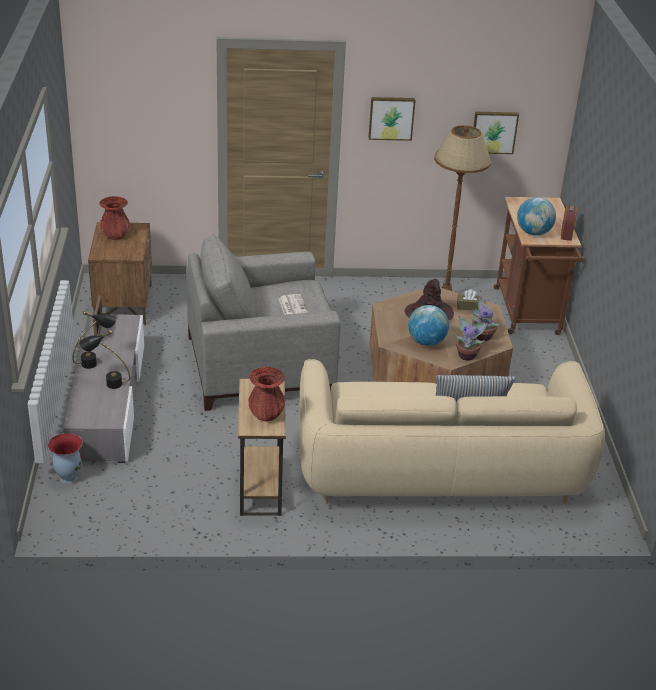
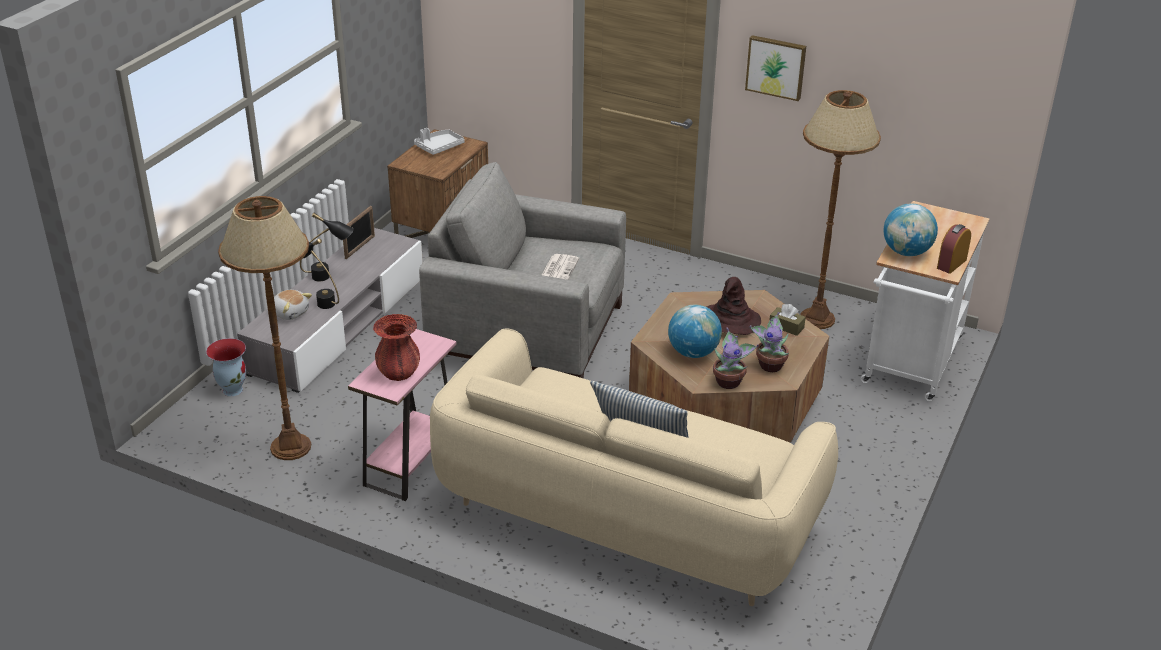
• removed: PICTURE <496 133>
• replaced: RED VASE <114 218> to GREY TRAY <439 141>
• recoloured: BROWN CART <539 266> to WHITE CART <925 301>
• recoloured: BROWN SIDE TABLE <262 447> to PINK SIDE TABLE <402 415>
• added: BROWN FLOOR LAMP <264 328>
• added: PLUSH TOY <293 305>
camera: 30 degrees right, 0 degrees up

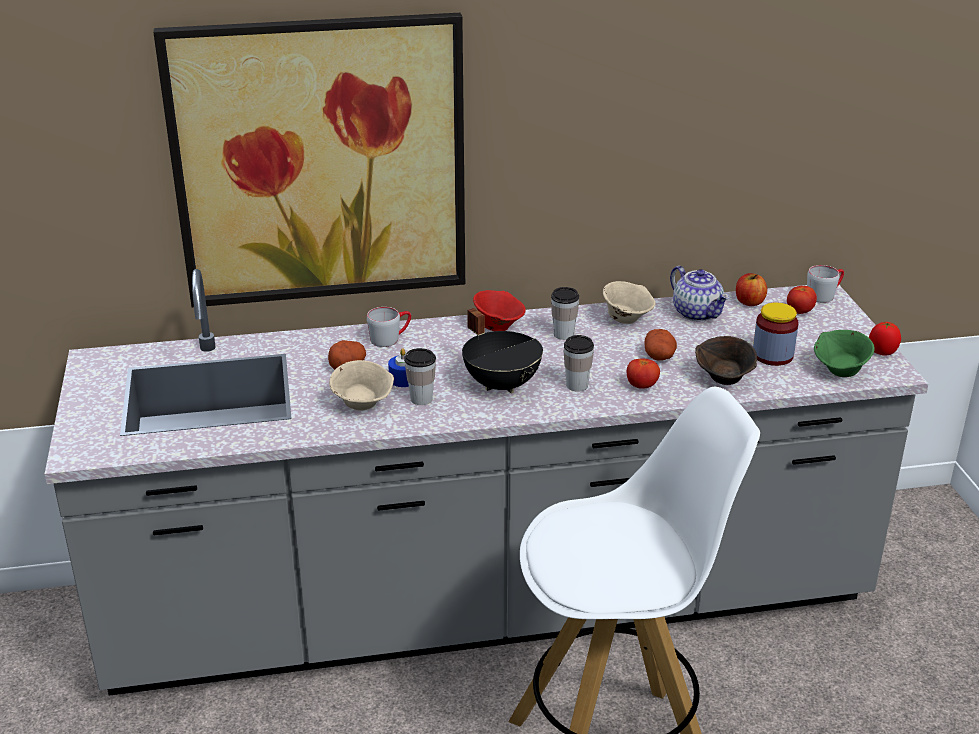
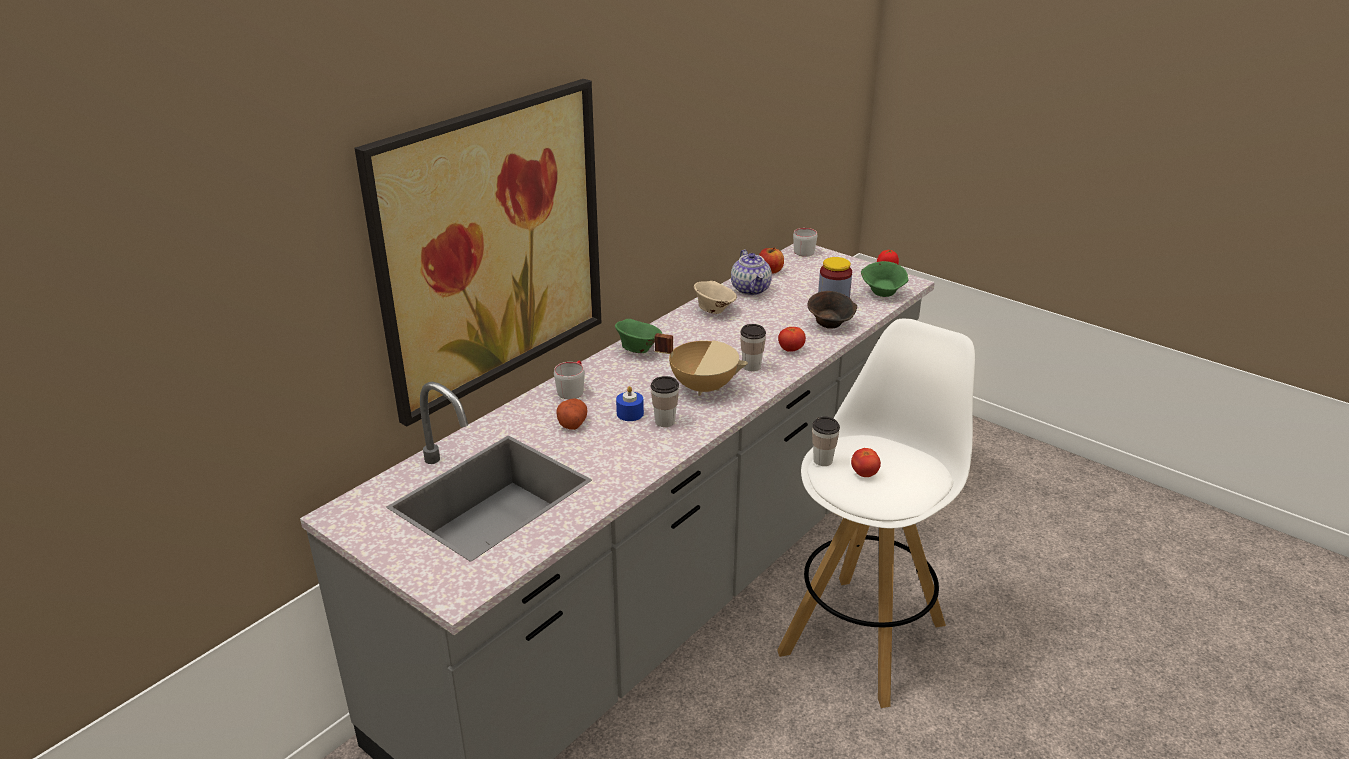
• turned: TEAPOT <700 293> = <751 272> 60 degrees clockwise
• moved: TOMATO <802 300> to <866 462>
• moved: CUP <565 313> to <826 441>
• recoloured: RED BOWL <499 310> to GREEN BOWL <638 336>
• recoloured: BLACK COOKING POT <502 351> to BEIGE COOKING POT <701 364>
• removed: POTATO <661 345>
• removed: BEIGE BOWL <361 385>
camera: 40 degrees left, 0 degrees up

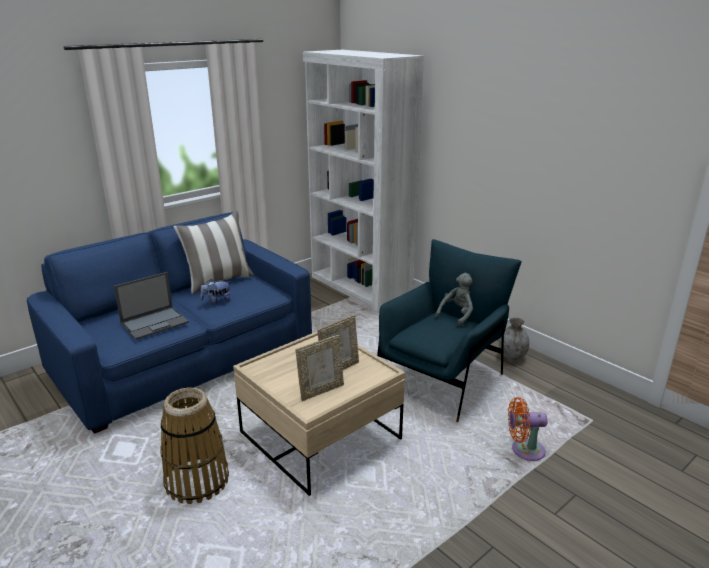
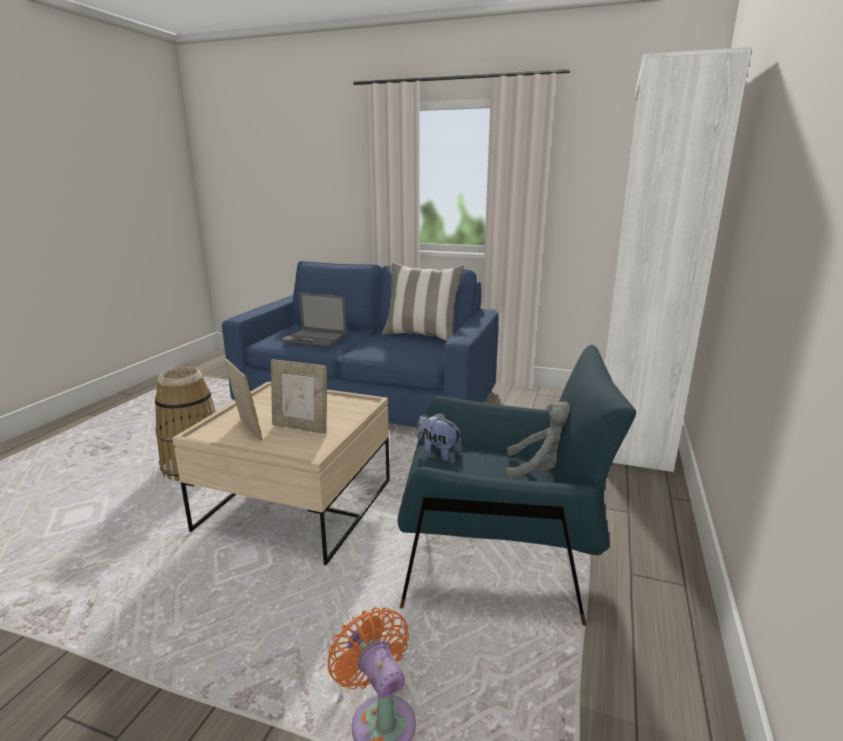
• moved: PLUSH TOY <215 291> to <439 437>
• removed: GREY VASE <514 338>
• turned: PICTURE FRAME <319 368> = <243 400> 150 degrees counterclockwise
camera: 60 degrees right, 5 degrees down

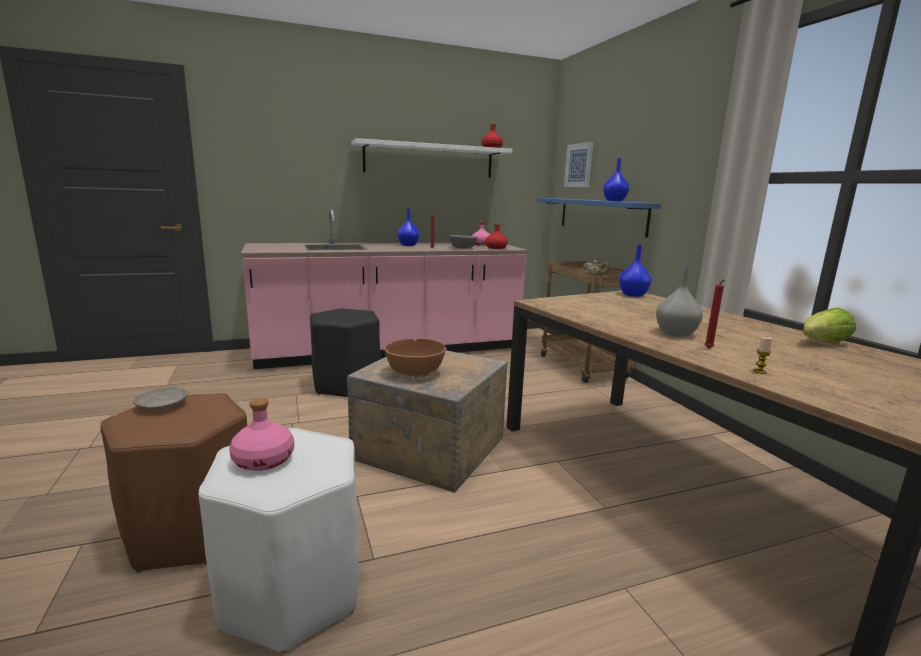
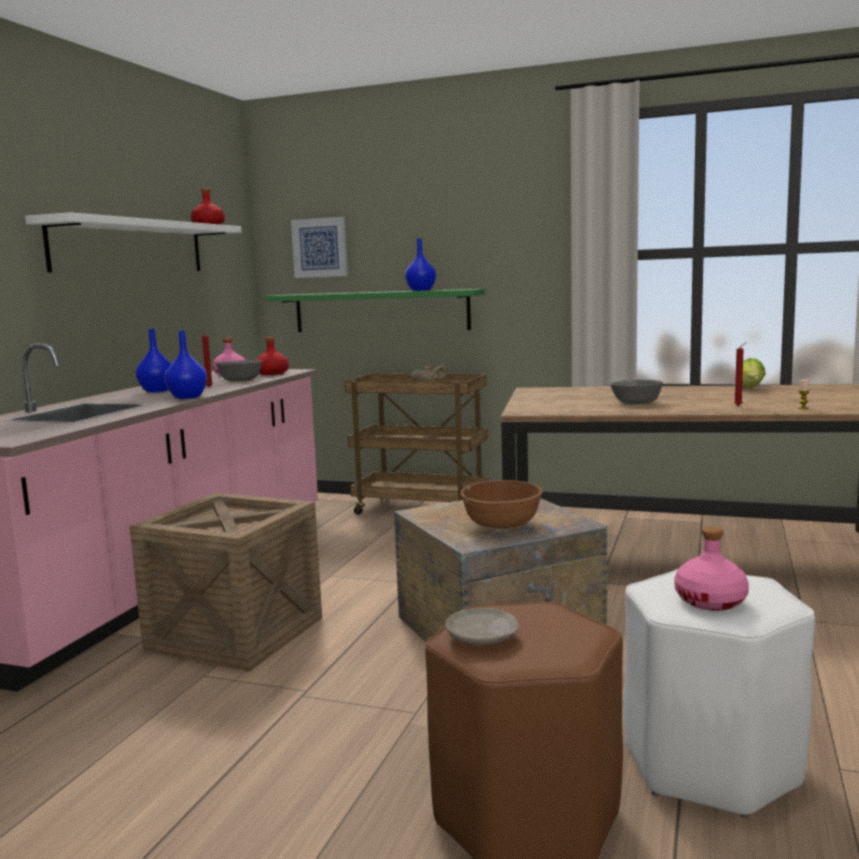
• recoloured: BLUE SHELF <598 218> to GREEN SHELF <375 310>
• moved: BLUE VASE <635 270> to <185 364>
• removed: GREY VASE <679 301>
• replaced: BLACK STOOL <345 353> to CRATE <226 582>
• added: GREY BOWL <636 392>
camera: 50 degrees left, 5 degrees down

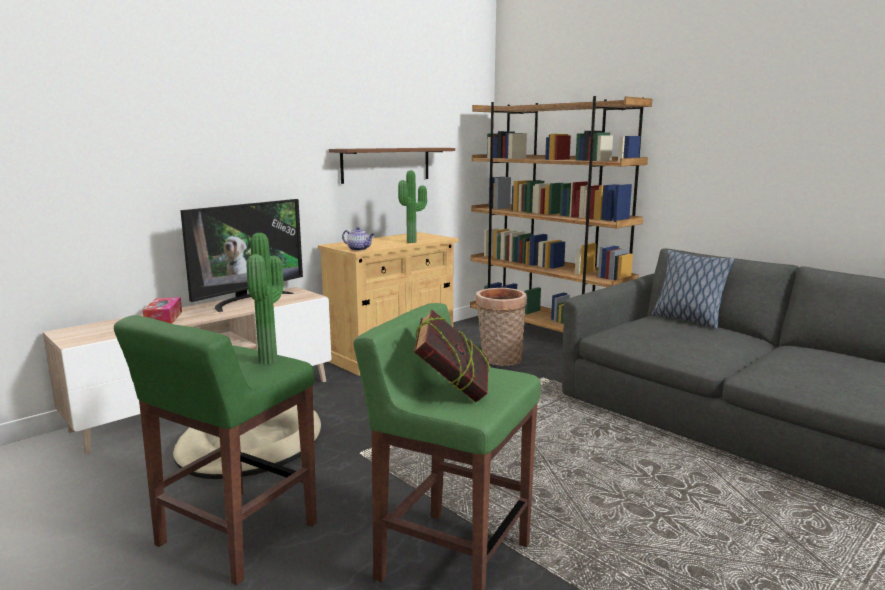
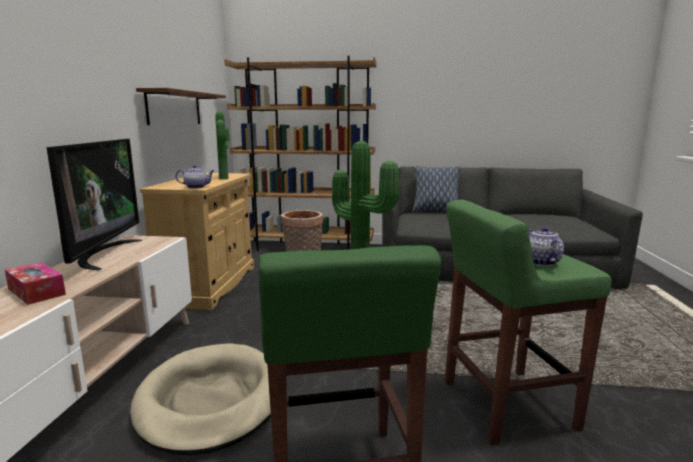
• replaced: BOOK <452 355> to TEAPOT <546 246>
camera: 40 degrees left, 0 degrees up

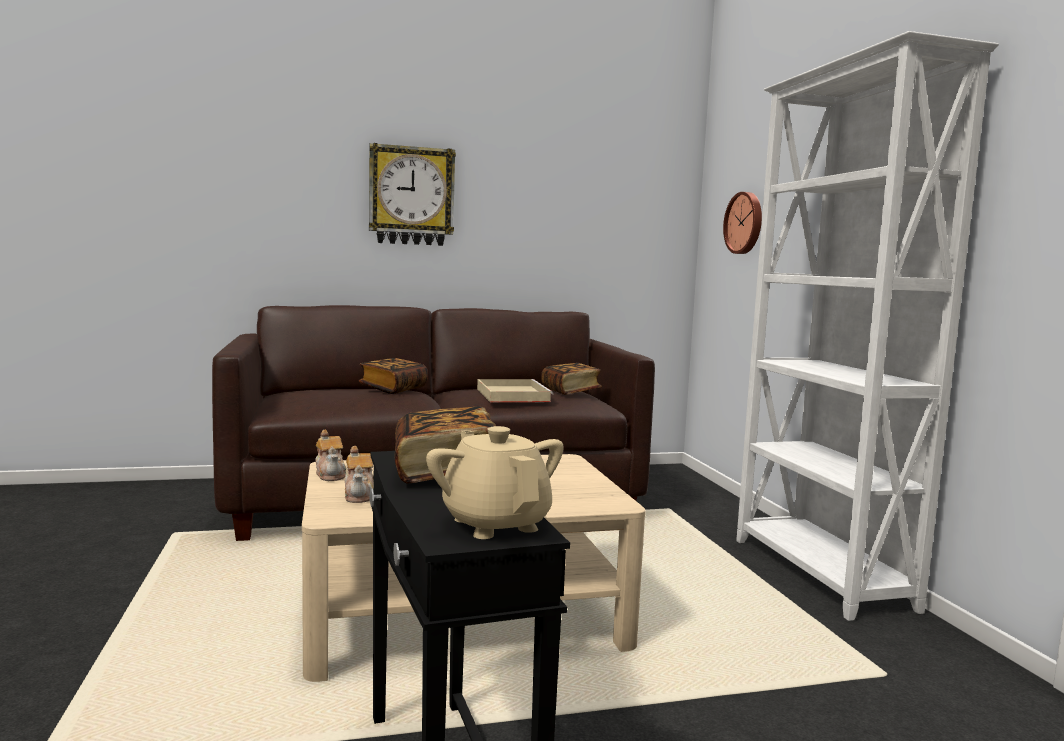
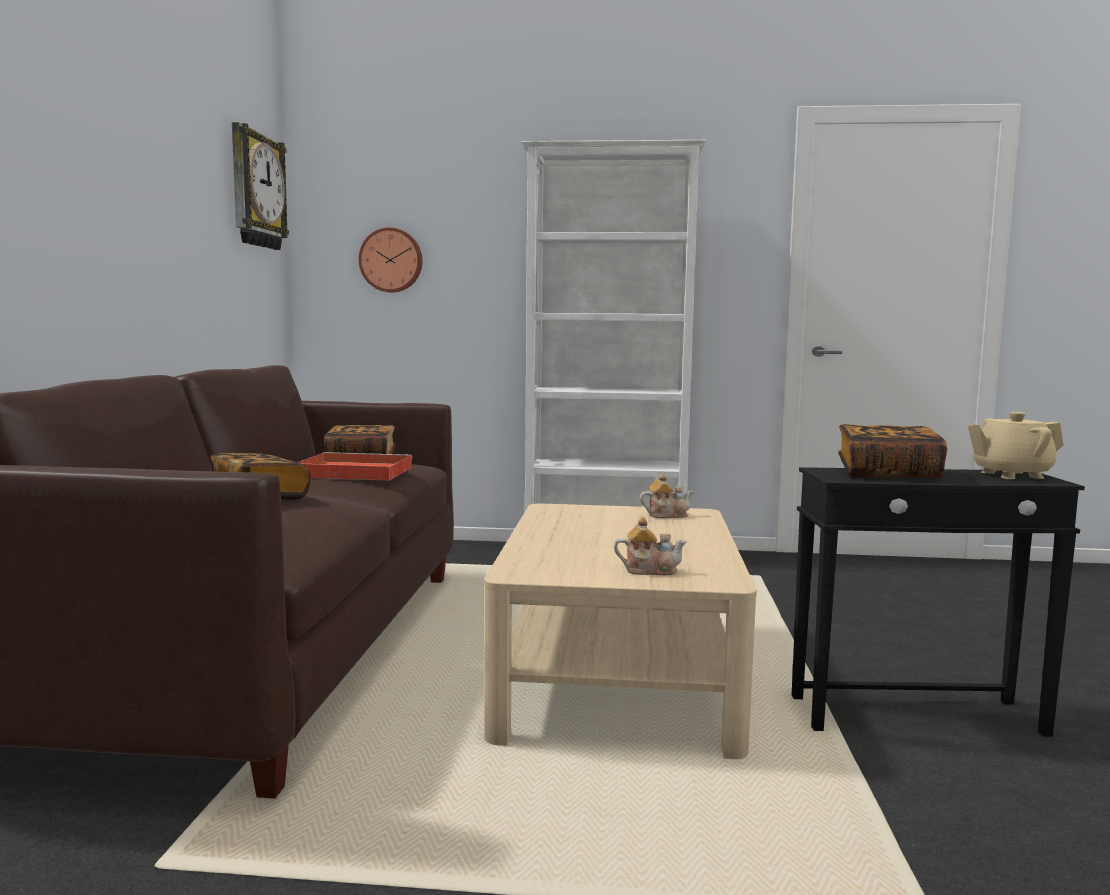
• moved: WALL CLOCK <412 194> to <260 186>
• recoloured: BEIGE TRAY <515 390> to RED TRAY <355 466>
• moved: TEAPOT <330 455> to <667 496>
camera: 70 degrees left, 0 degrees up

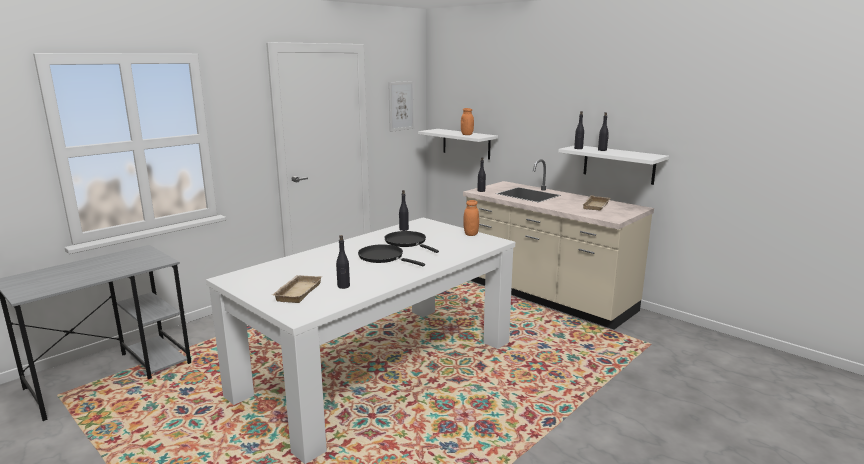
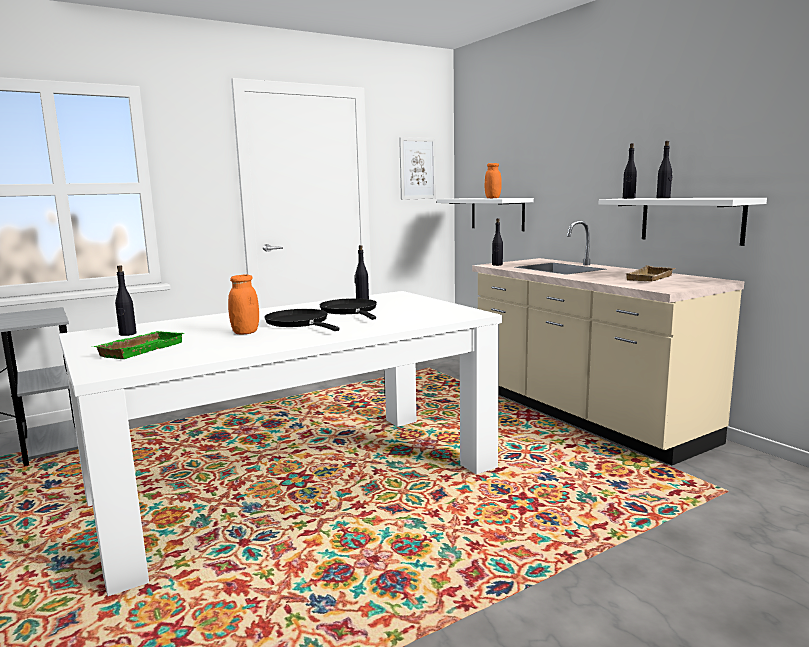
• moved: ORANGE JAR <471 218> to <243 304>
• moved: BLACK BOTTLE <343 262> to <126 300>
• recoloured: BEIGE TRAY <297 289> to GREEN TRAY <138 345>
camera: 15 degrees right, 5 degrees down

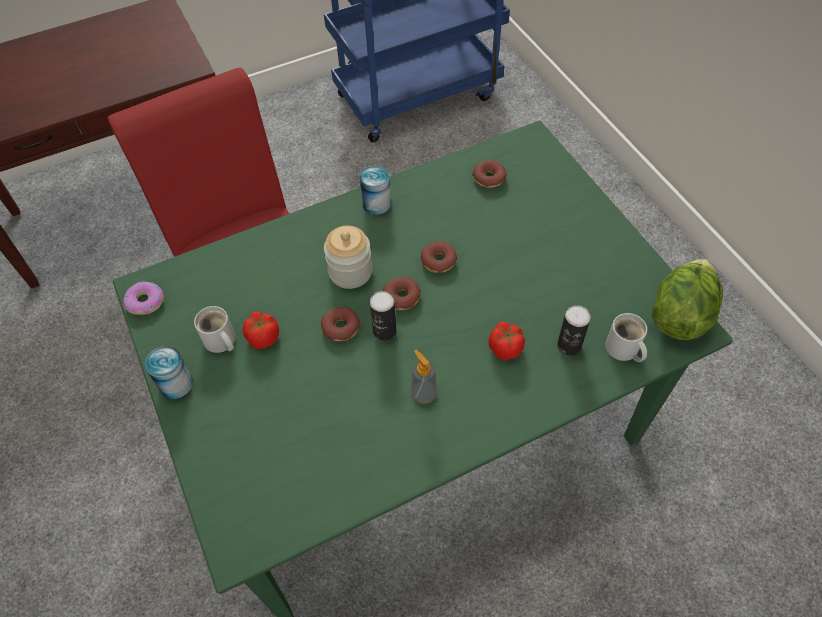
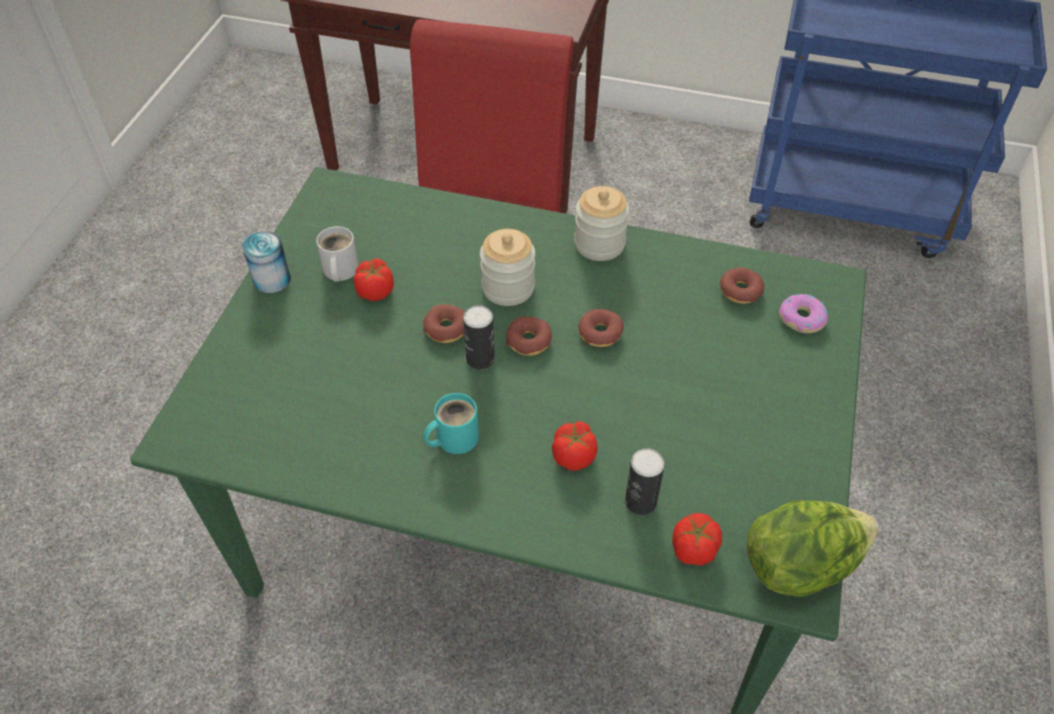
• replaced: CAN <375 190> to JAR <601 223>
• moved: DONUT <143 298> to <803 313>
• replaced: WHITE MUG <626 337> to TOMATO <697 539>
• replaced: SOAP DISPENSER <424 377> to TURQUOISE MUG <451 423>
camera: 40 degrees right, 5 degrees down

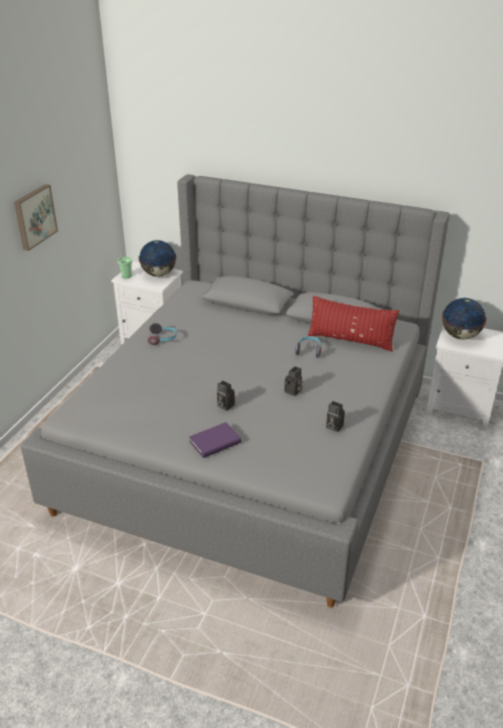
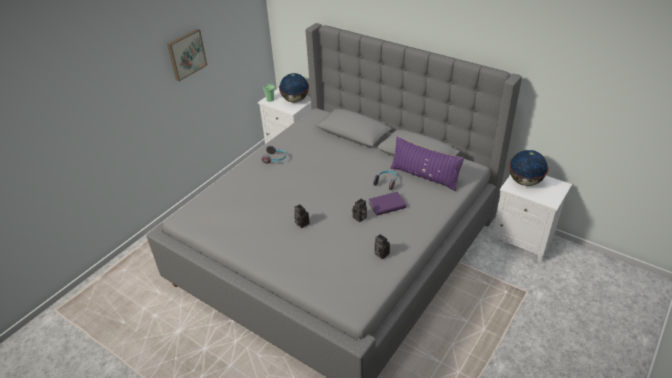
• recoloured: RED PILLOW <353 323> to PURPLE PILLOW <427 163>
• moved: PURPLE BOOK <215 440> to <387 204>
camera: 15 degrees right, 5 degrees up

